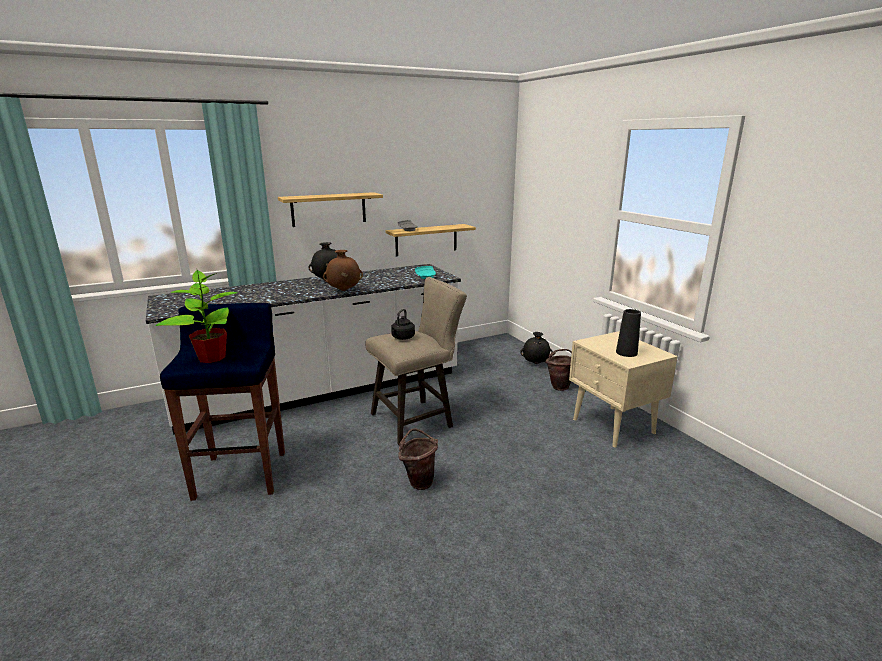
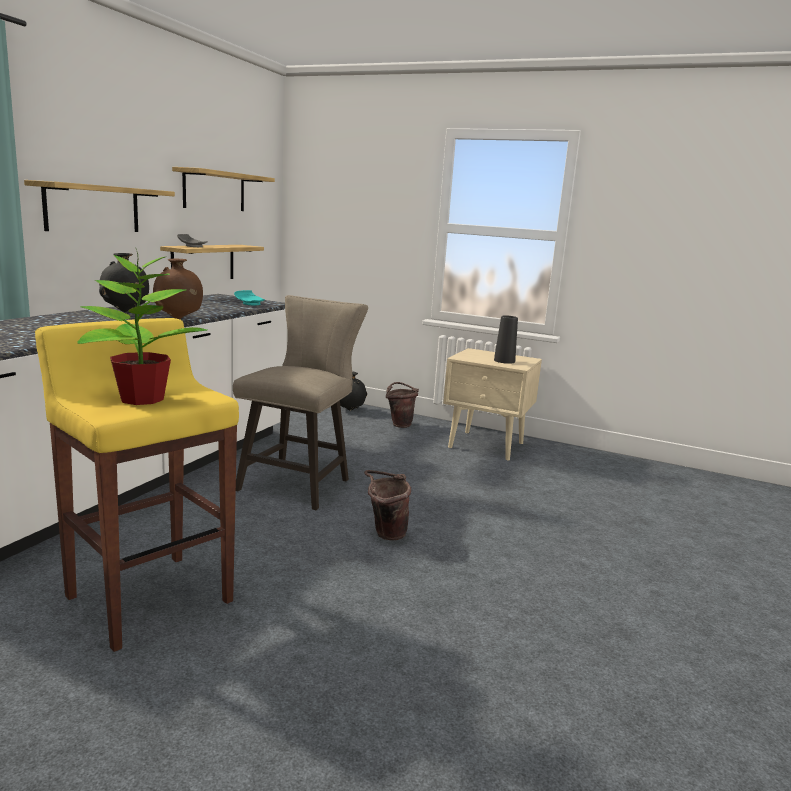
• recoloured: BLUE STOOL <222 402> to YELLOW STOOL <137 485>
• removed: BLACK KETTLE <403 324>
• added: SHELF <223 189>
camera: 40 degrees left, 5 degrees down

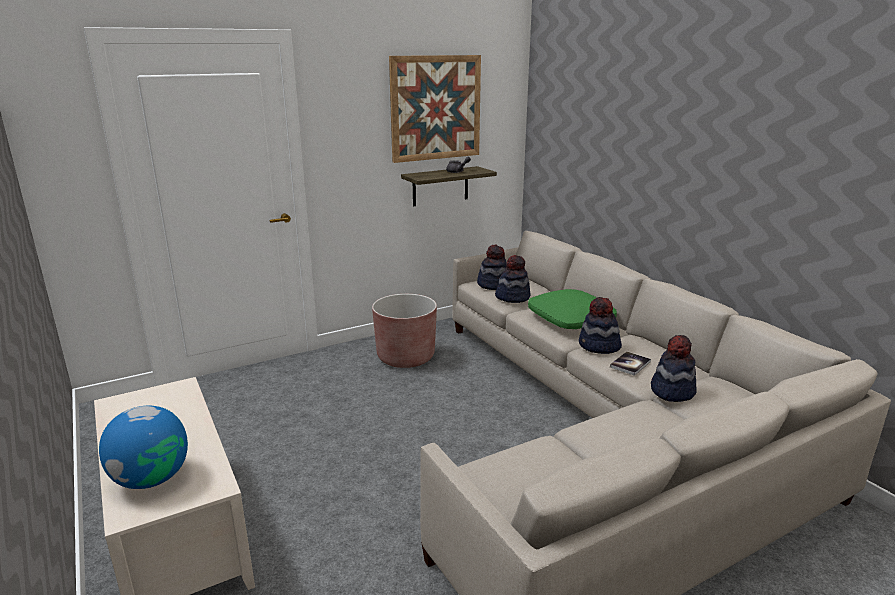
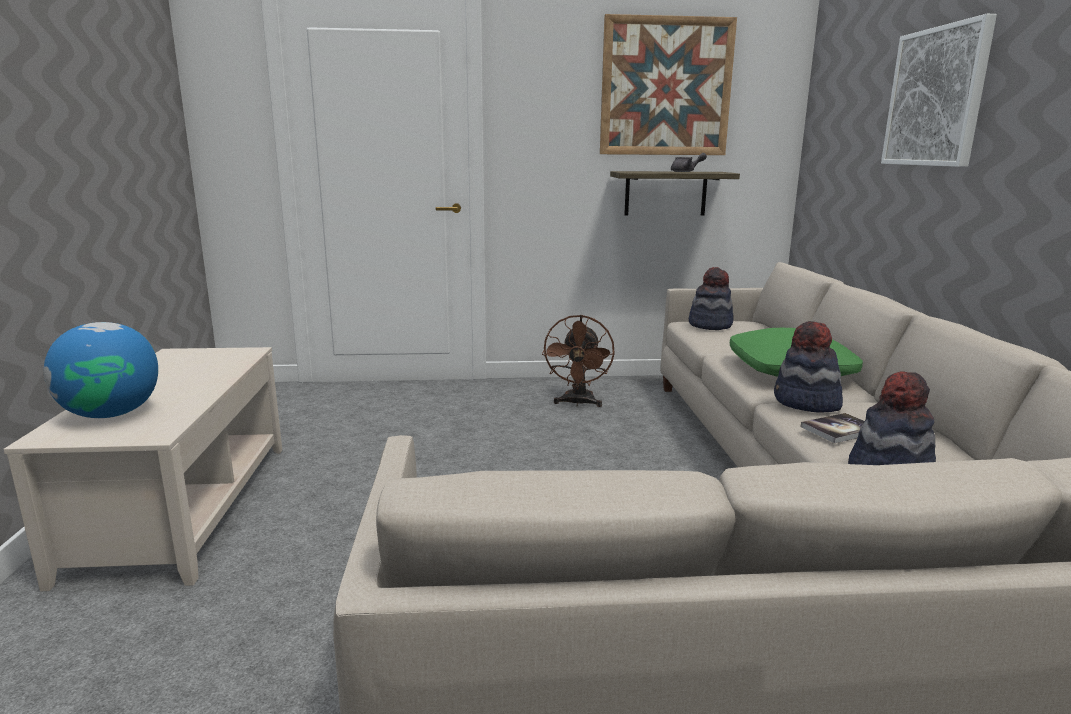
• removed: HAT <513 279>
• replaced: BROWN PLANTER <404 331> to BROWN FAN <578 361>
• added: PICTURE <939 90>
camera: 25 degrees right, 5 degrees down

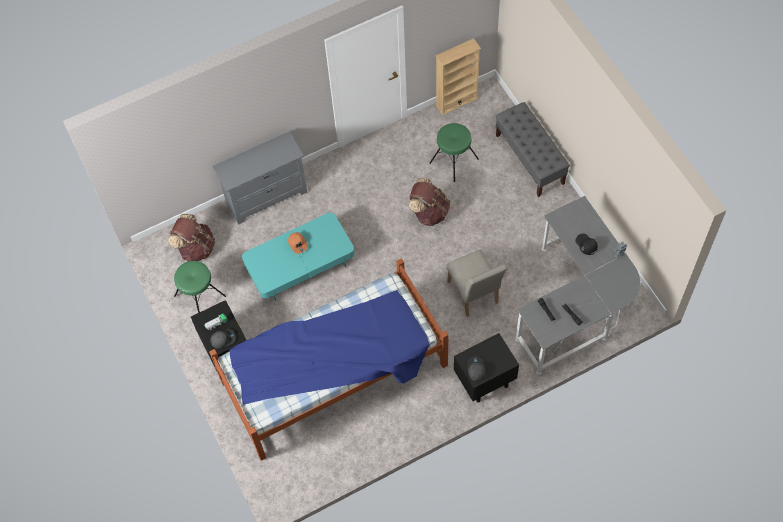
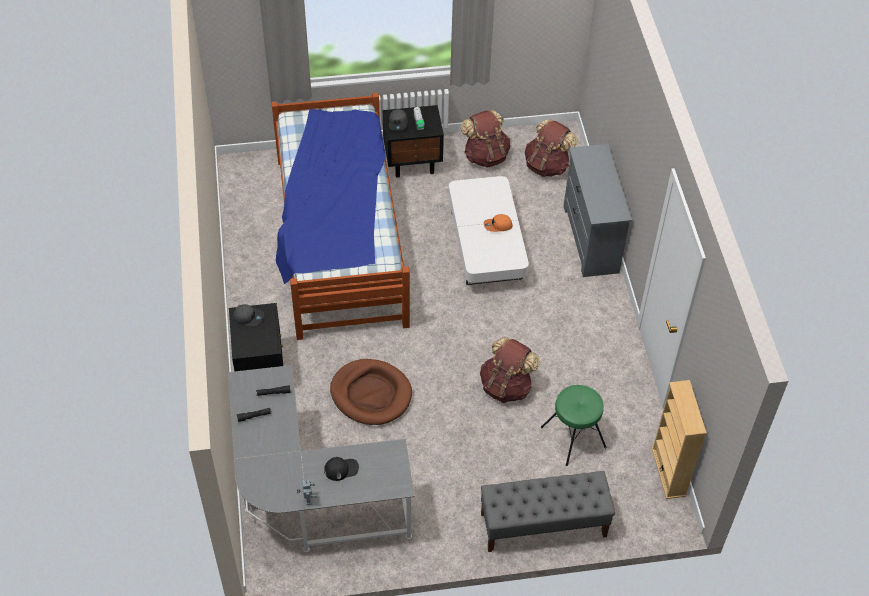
• recoloured: TURQUOISE COFFEE TABLE <298 257> to WHITE COFFEE TABLE <489 230>
• replaced: BEIGE CHAIR <477 283> to BROWN DOG BED <371 392>
• replaced: GREEN STOOL <200 287> to BROWN BACKPACK <485 139>
camera: 105 degrees right, 10 degrees down

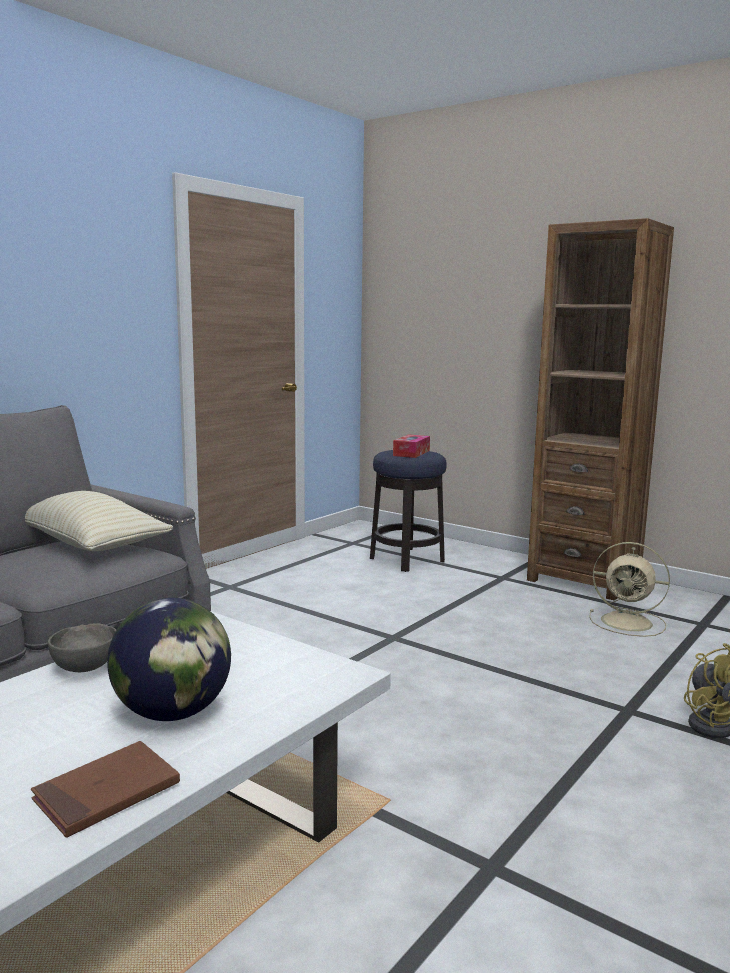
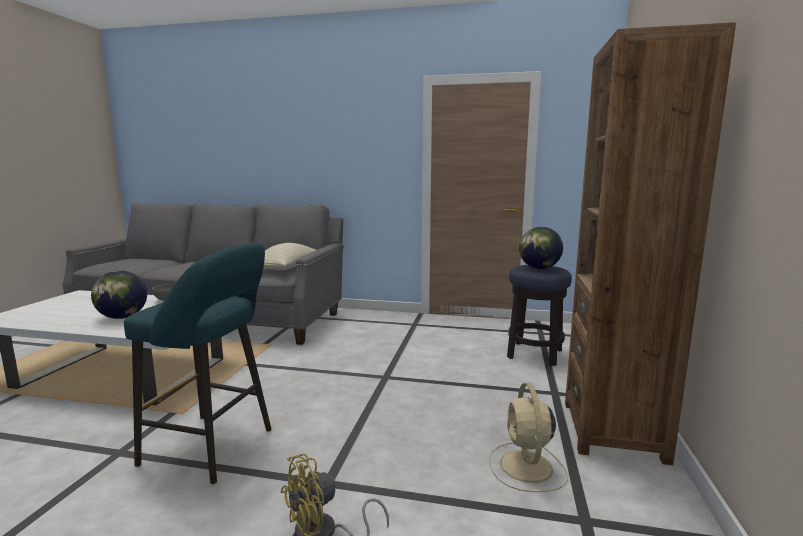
• replaced: TISSUE BOX <411 446> to GLOBE <541 248>
• removed: BROWN BOOK <105 789>
• added: TURQUOISE STOOL <198 363>
camera: 65 degrees right, 0 degrees up

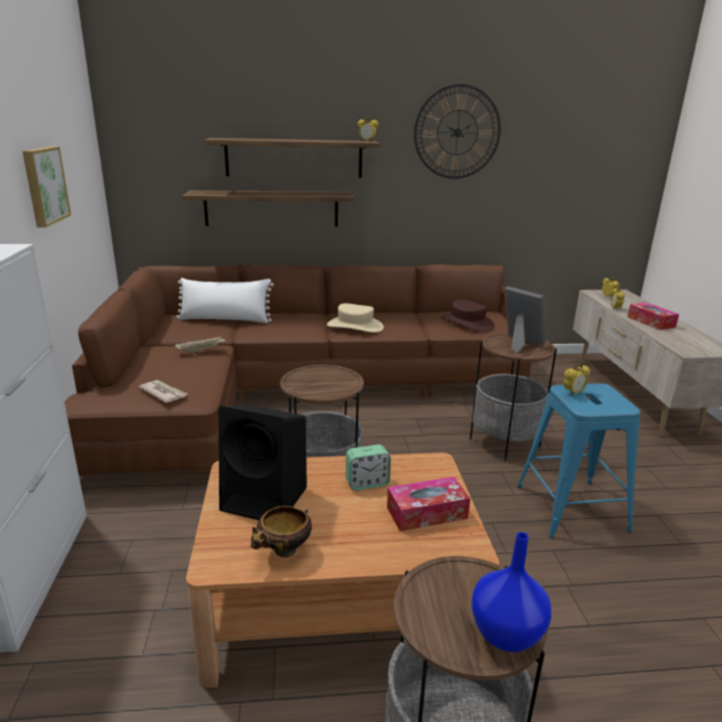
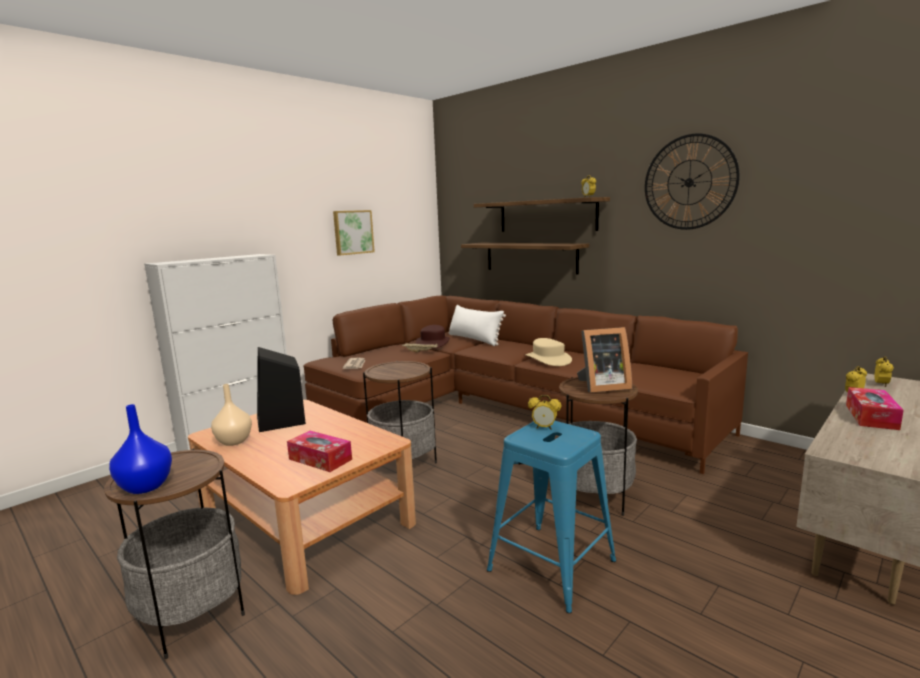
• turned: PICTURE FRAME <525 319> = <604 360> 75 degrees clockwise
• moved: BROWN HAT <468 315> to <433 337>
• removed: ALARM CLOCK <368 467>
• replaced: BOWL <281 532> to BEIGE VASE <231 415>
camera: 50 degrees right, 10 degrees down

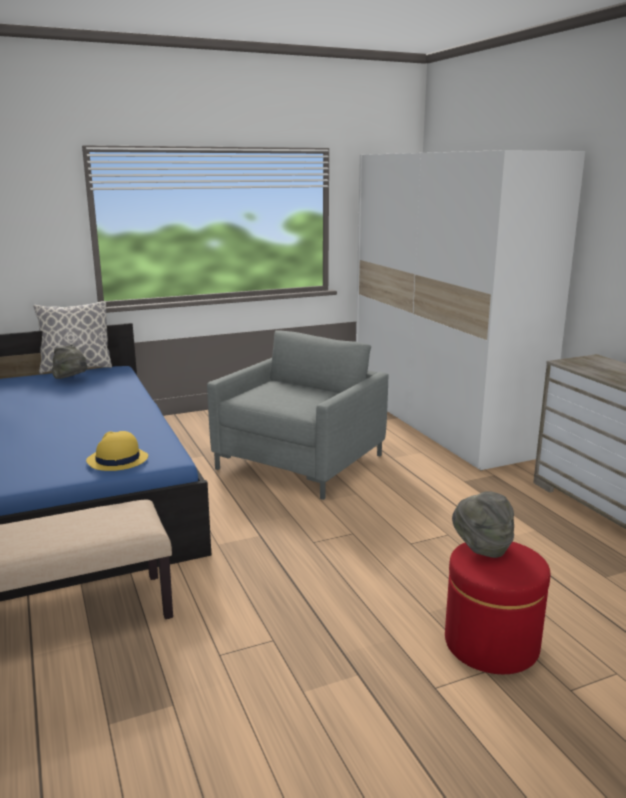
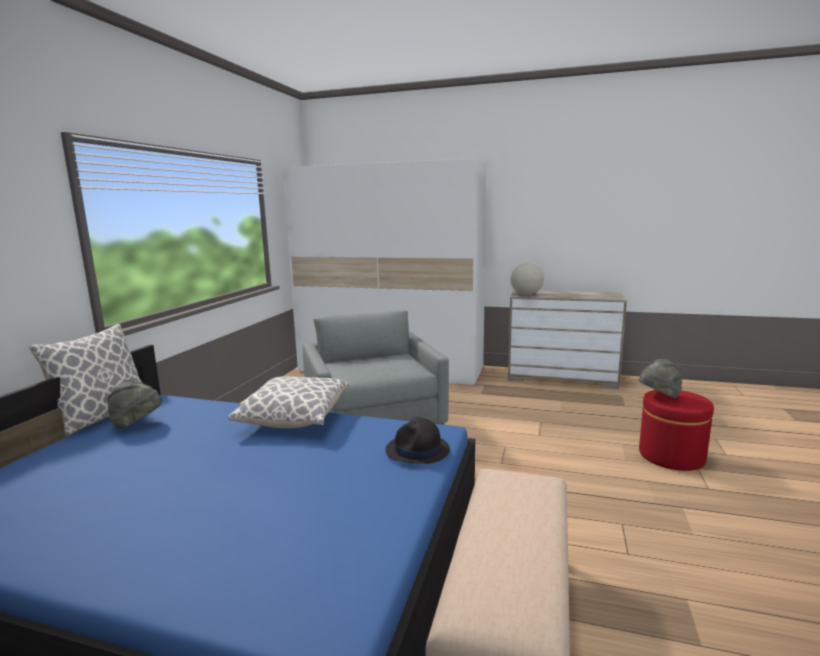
• recoloured: YELLOW HAT <117 451> to BLACK HAT <417 441>
• added: GLOBE <527 279>
• added: PILLOW <289 402>
camera: 50 degrees left, 5 degrees down

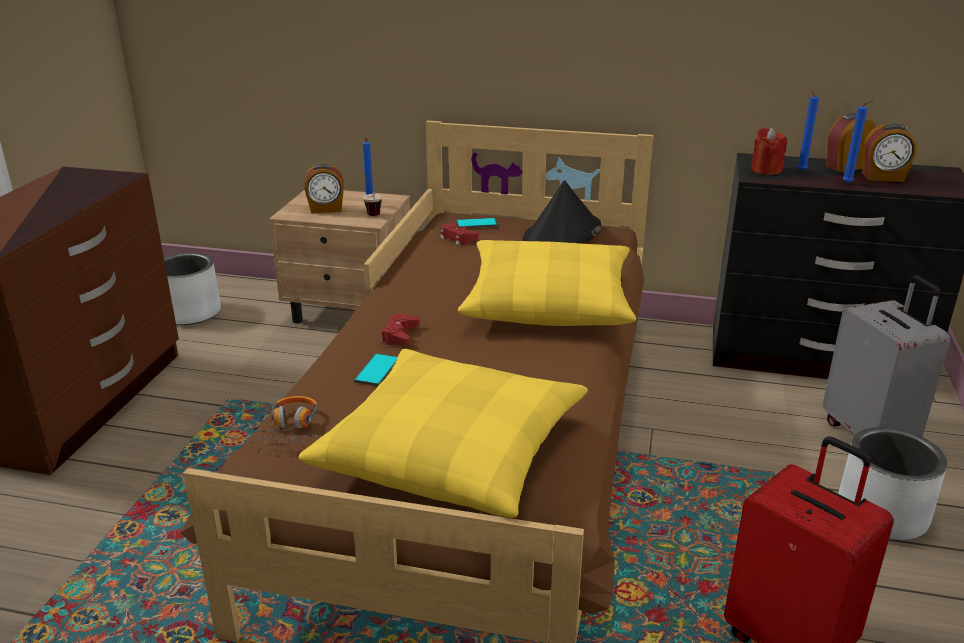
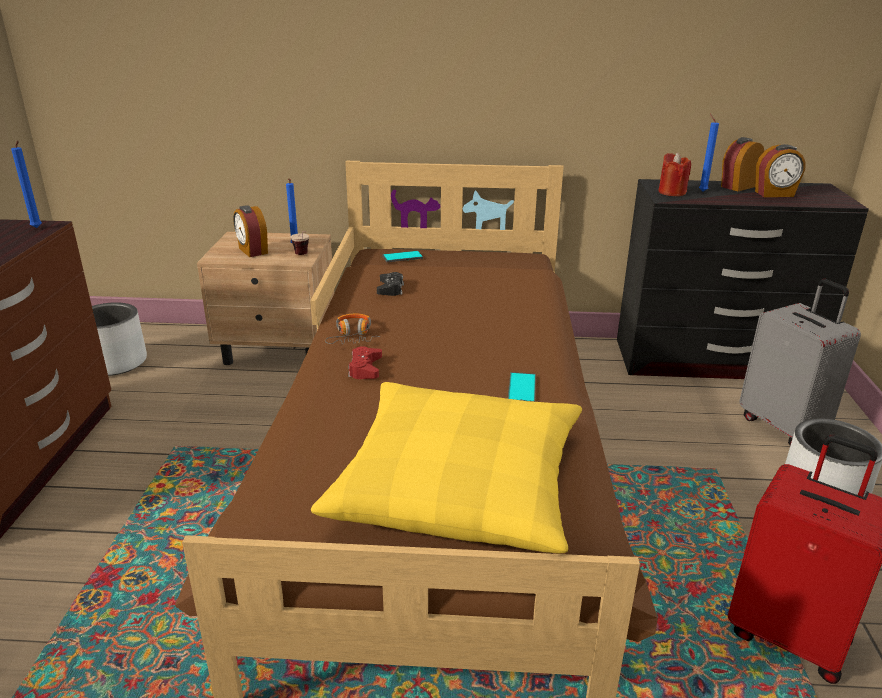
• moved: BLUE CANDLE <858 142> to <26 184>
• turned: ALARM CLOCK <324 188> = <250 231> 75 degrees clockwise
• removed: BLACK HAT <562 212>
• removed: RED GAME CONTROLLER <459 234>
• removed: YELLOW PILLOW <547 283>
• moved: PHONE <376 369> to <522 387>
• moved: HEADPHONES <281 420> to <352 329>
• added: BLACK GAME CONTROLLER <390 284>
camera: 10 degrees left, 0 degrees up

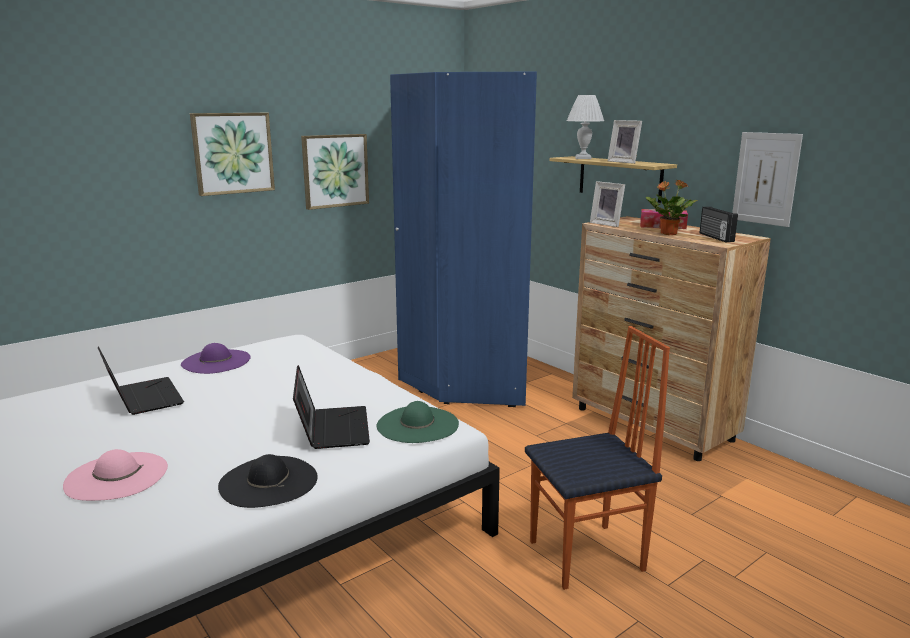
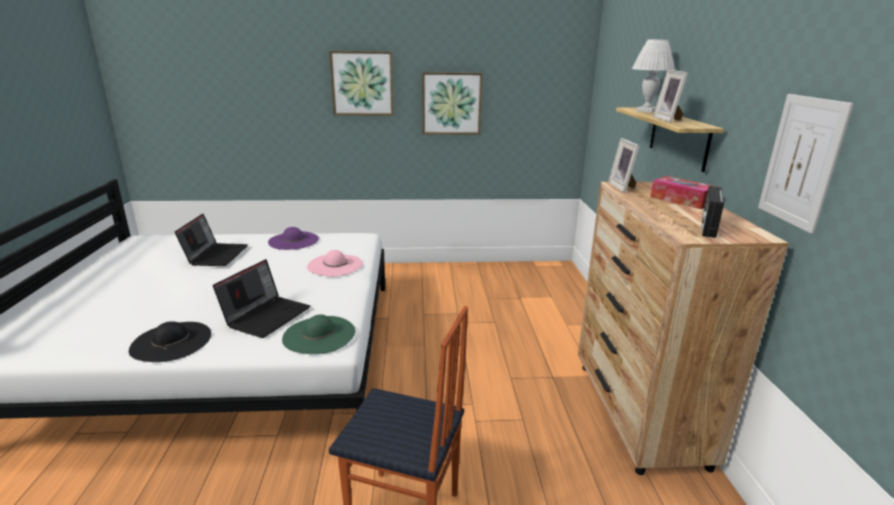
• removed: BLUE WARDROBE <463 239>
• removed: POTTED PLANT <672 207>
• moved: PINK HAT <115 475> to <335 263>
camera: 35 degrees right, 5 degrees up

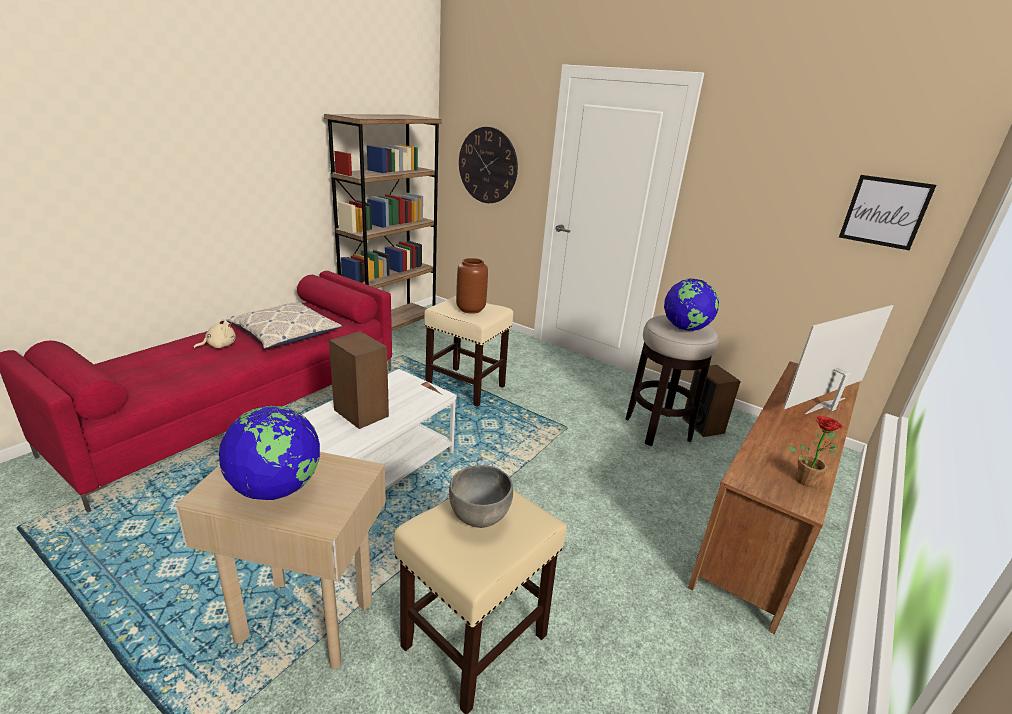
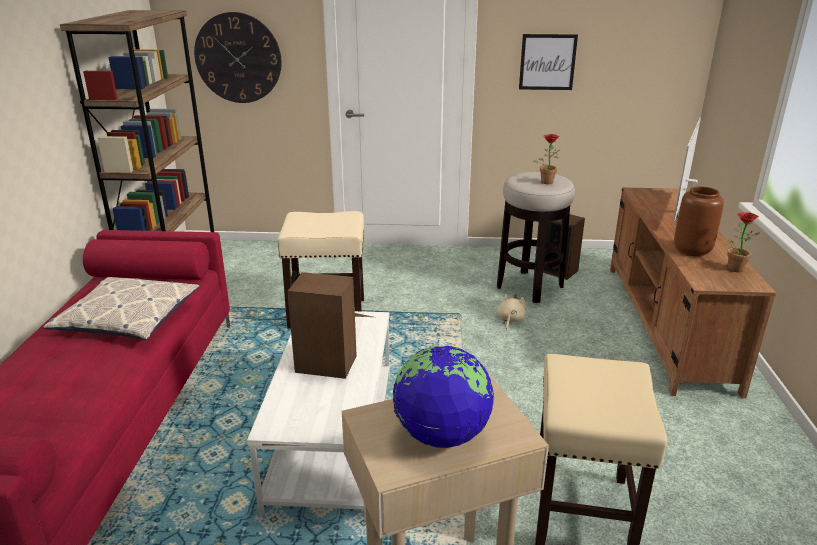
• moved: PICTURE <887 212> to <548 62>
• moved: BROWN VASE <472 286> to <699 221>
• replaced: GLOBE <691 305> to POTTED PLANT <547 159>
• moved: BEIGE PLUSH TOY <214 334> to <511 311>
• removed: GREY BOWL <481 496>
camera: 30 degrees left, 0 degrees up

